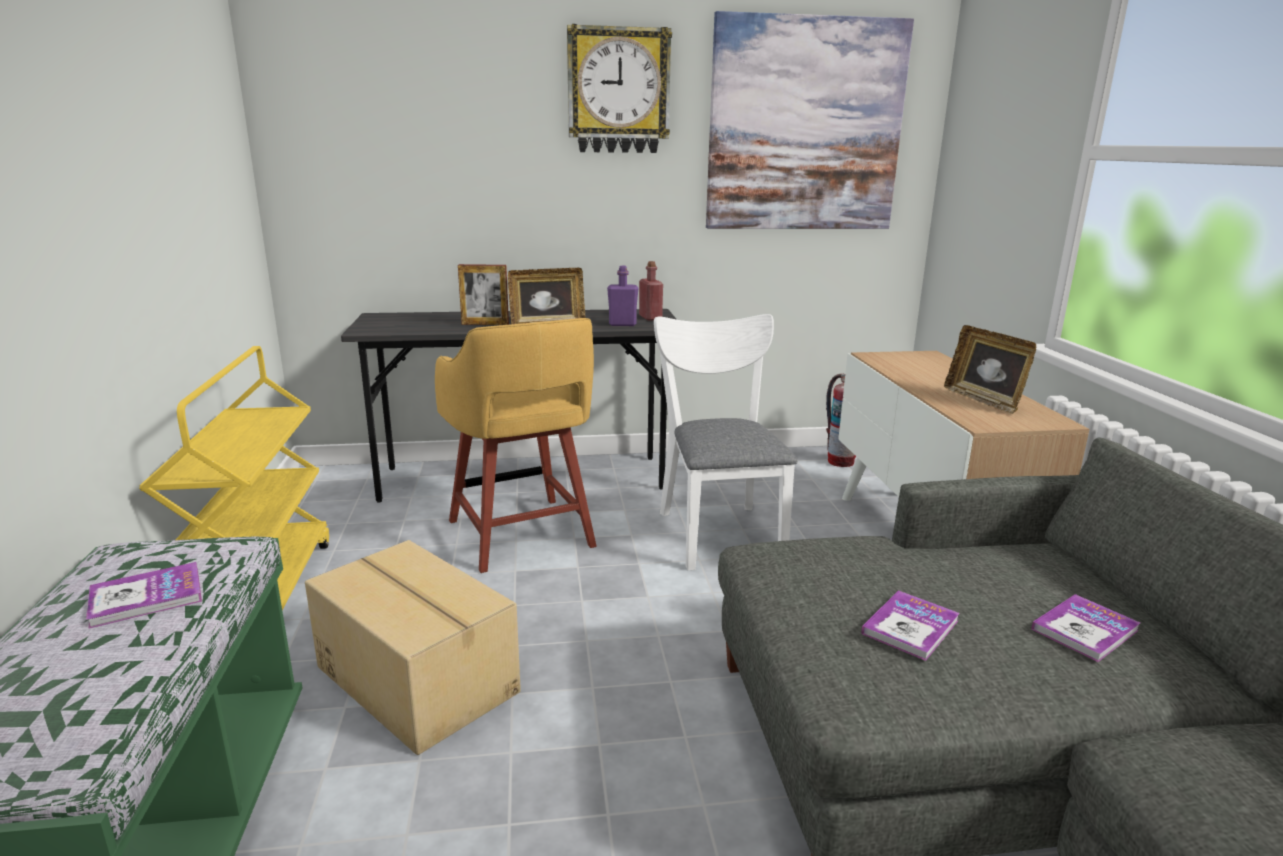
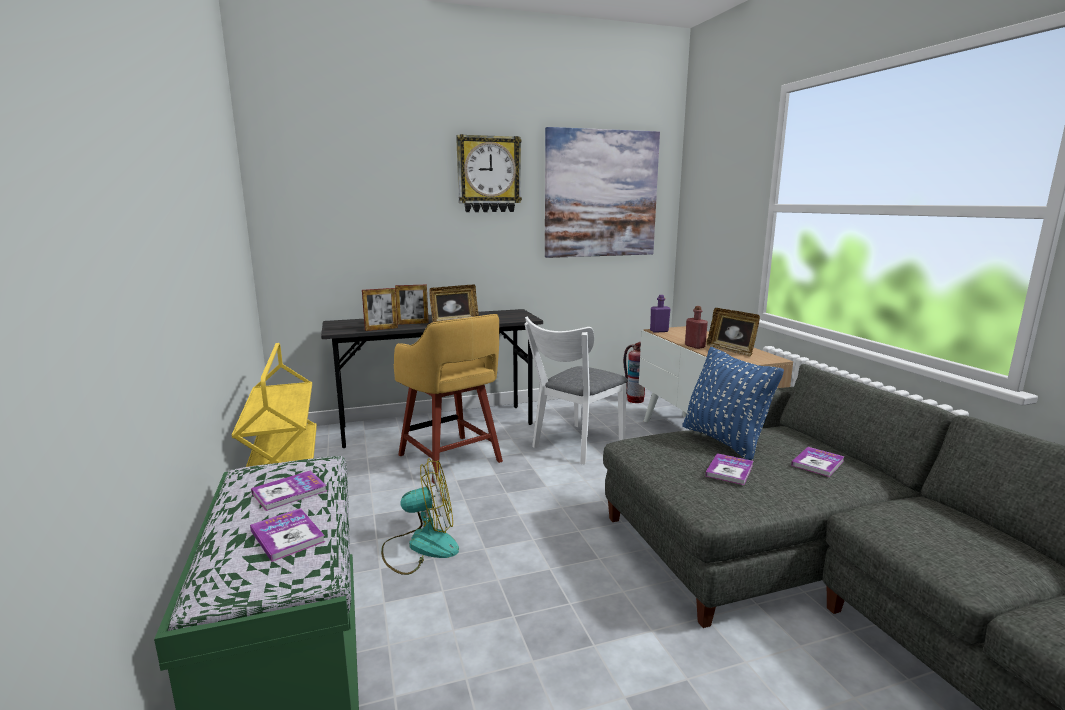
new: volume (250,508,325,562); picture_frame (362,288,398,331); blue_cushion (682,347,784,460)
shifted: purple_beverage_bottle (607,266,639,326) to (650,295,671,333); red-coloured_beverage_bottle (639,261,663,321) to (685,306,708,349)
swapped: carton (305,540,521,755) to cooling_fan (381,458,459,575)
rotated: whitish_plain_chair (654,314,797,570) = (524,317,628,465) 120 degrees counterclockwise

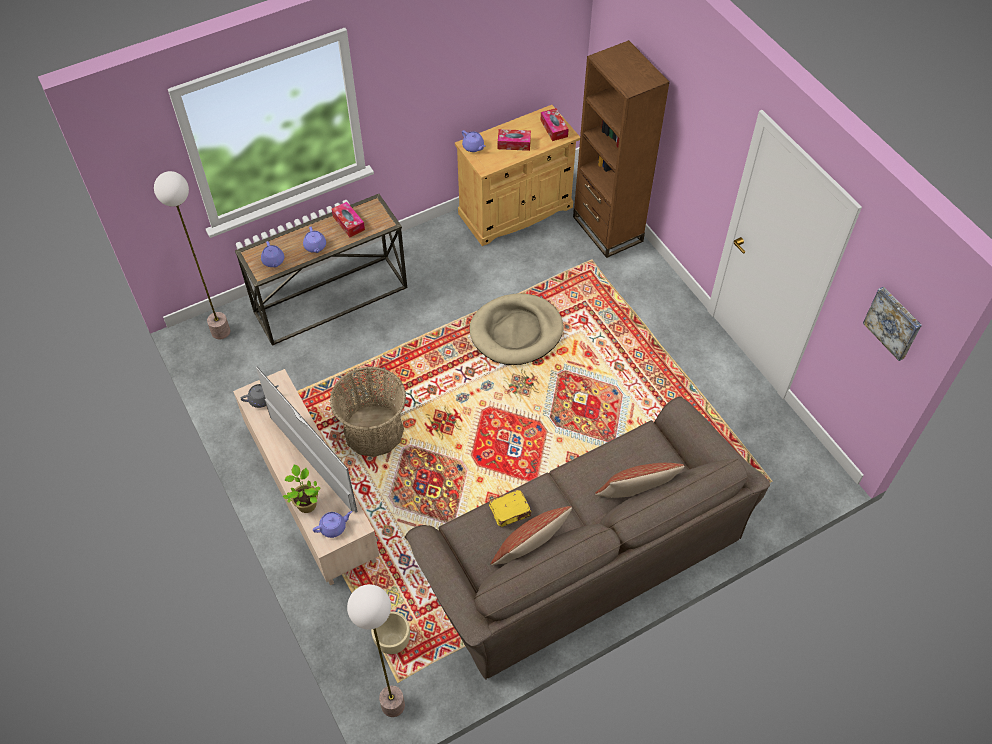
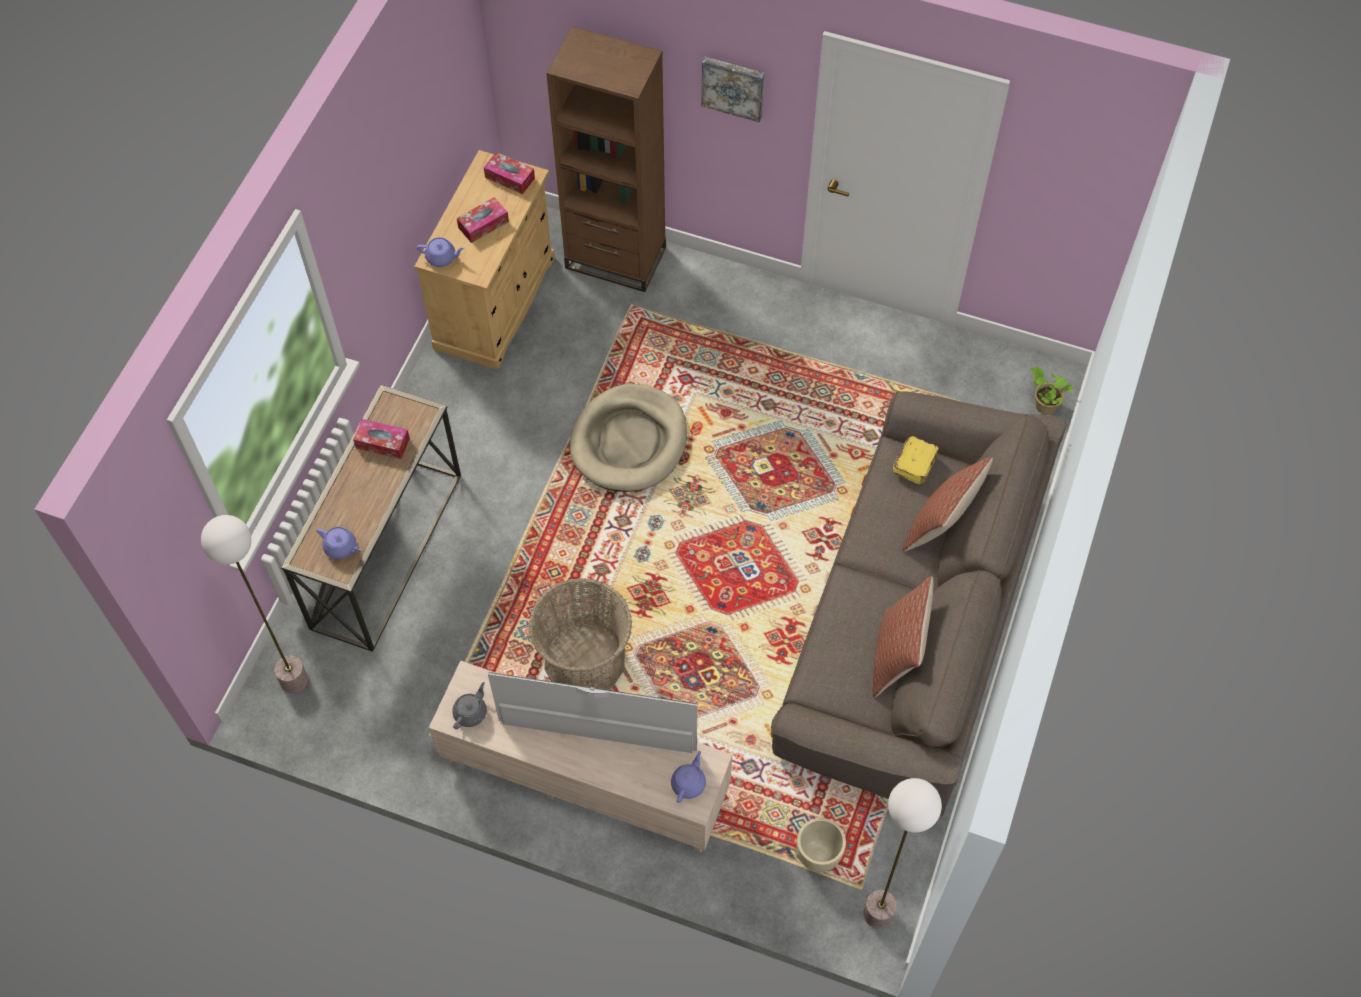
gone: purple_pot_for_tea (303,227,326,253)
shifted: picture (863,286,922,361) to (702,57,765,122); yellow_volume (489,490,531,527) to (893,436,939,484); potted_plant (283,464,321,513) to (1031,367,1074,415)

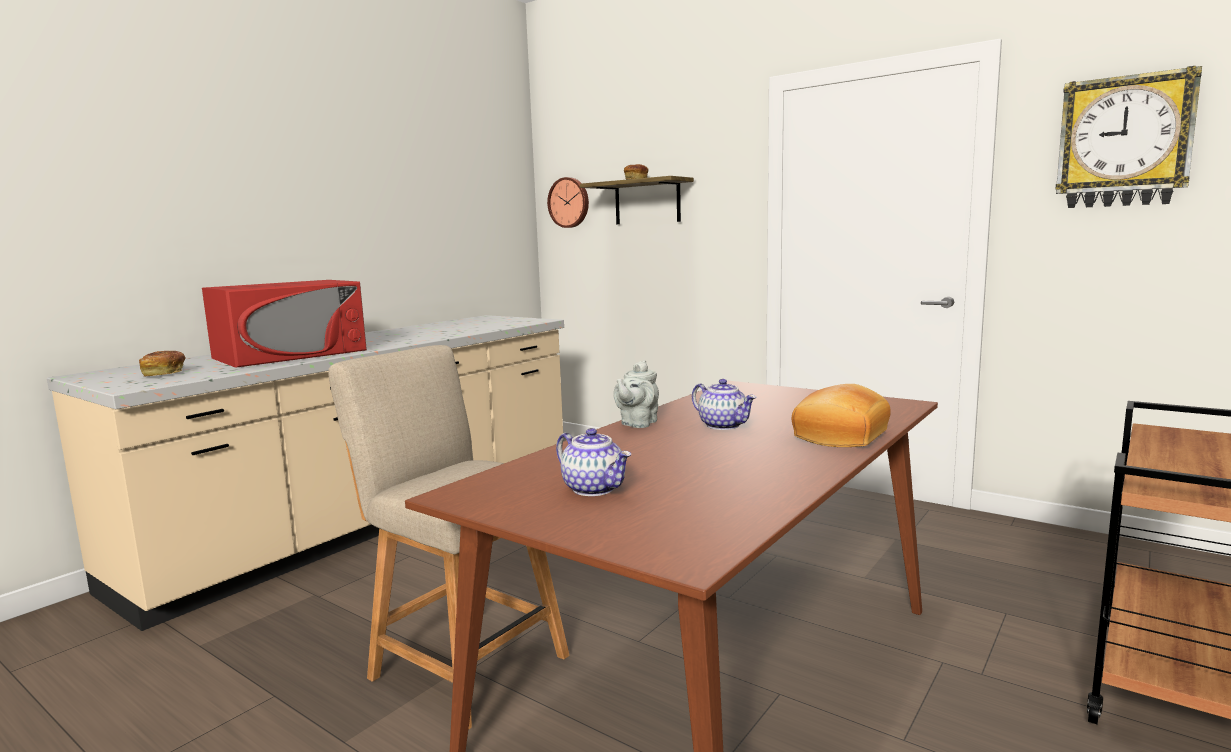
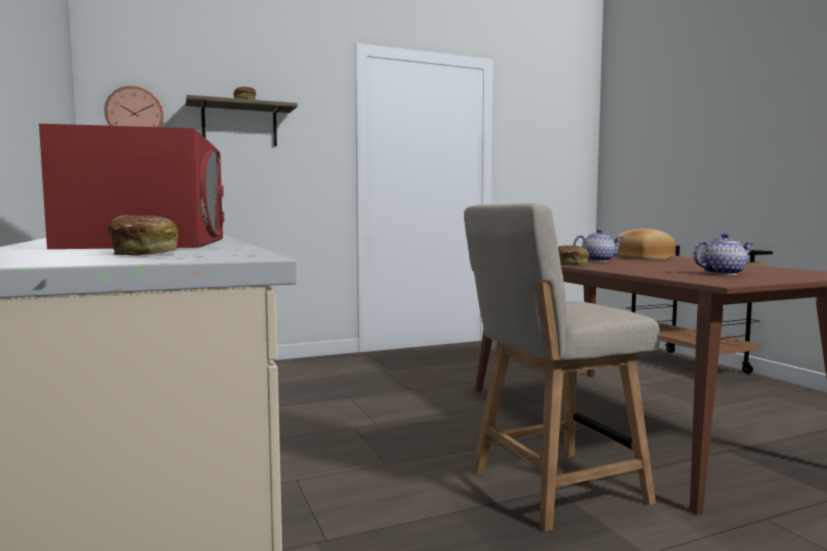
gone: hanging_clock (1055,66,1202,208)
swapped: greyish_pot_for_tea (614,360,659,428) to bread (558,245,589,266)

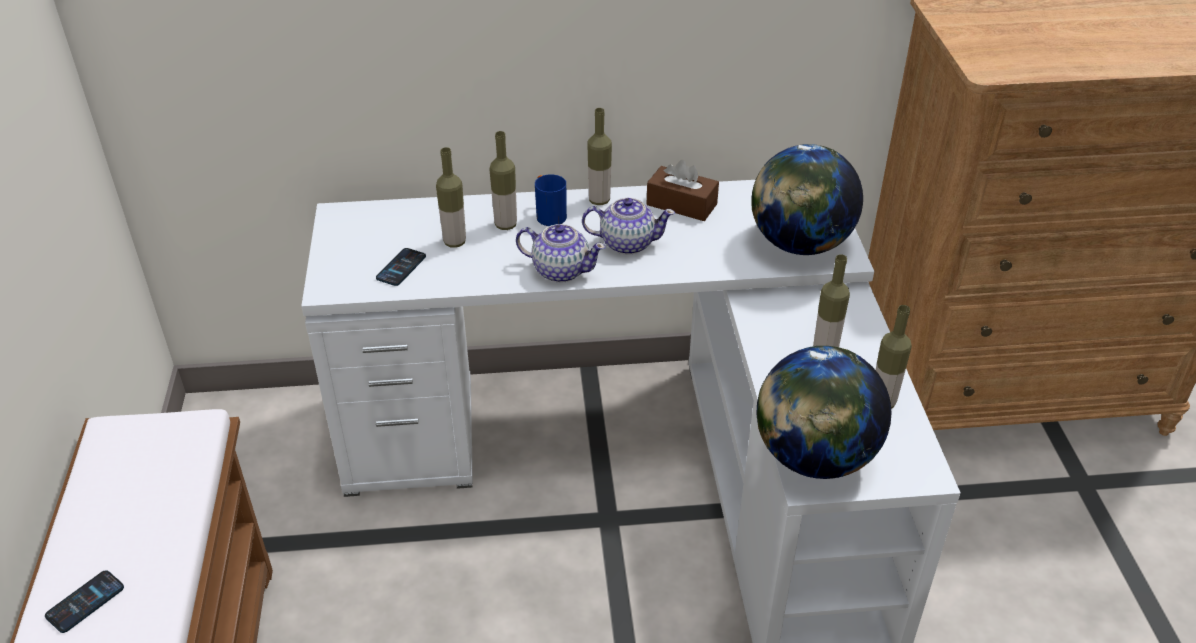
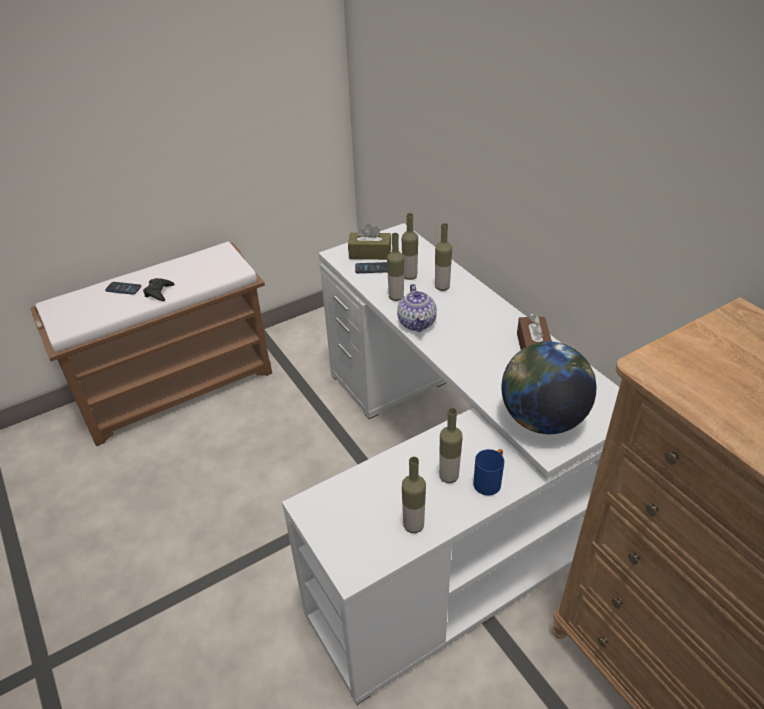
gone: pot_for_tea (582,198,675,255); world_globe (757,346,892,479)
new: black-coloured_game_controller (143,278,175,301); brown-coloured_tissue_holder (348,224,391,260)
shifted: beverage_bottle (587,108,612,205) to (387,233,404,301); blue_coffee_mug (535,174,567,226) to (474,449,504,496)

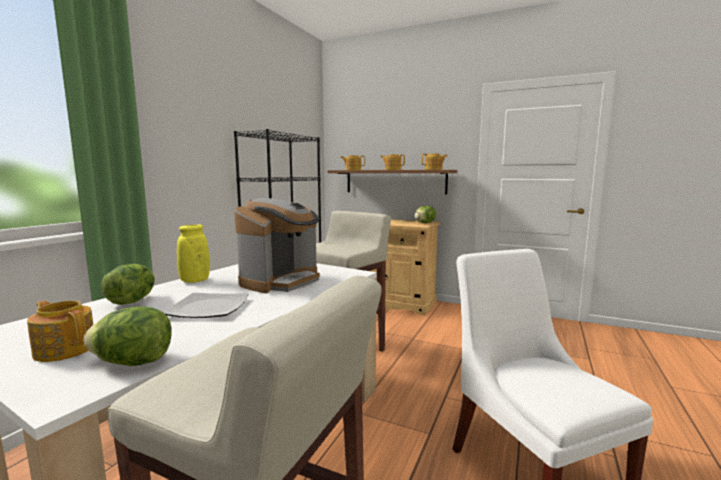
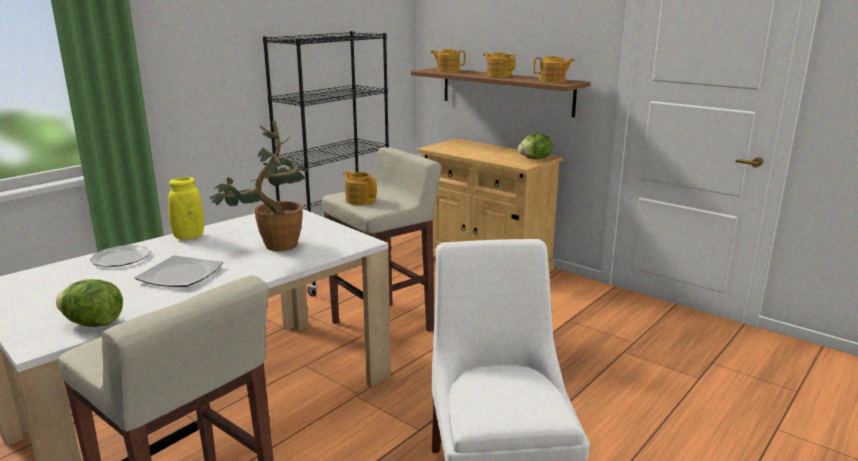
shifted: pot_for_tea (27,300,93,362) to (343,171,377,205)
swapped: lettuce_head (101,264,155,305) to plate (90,245,151,267); coffee_brewer (234,198,320,293) to potted_plant (209,121,309,251)

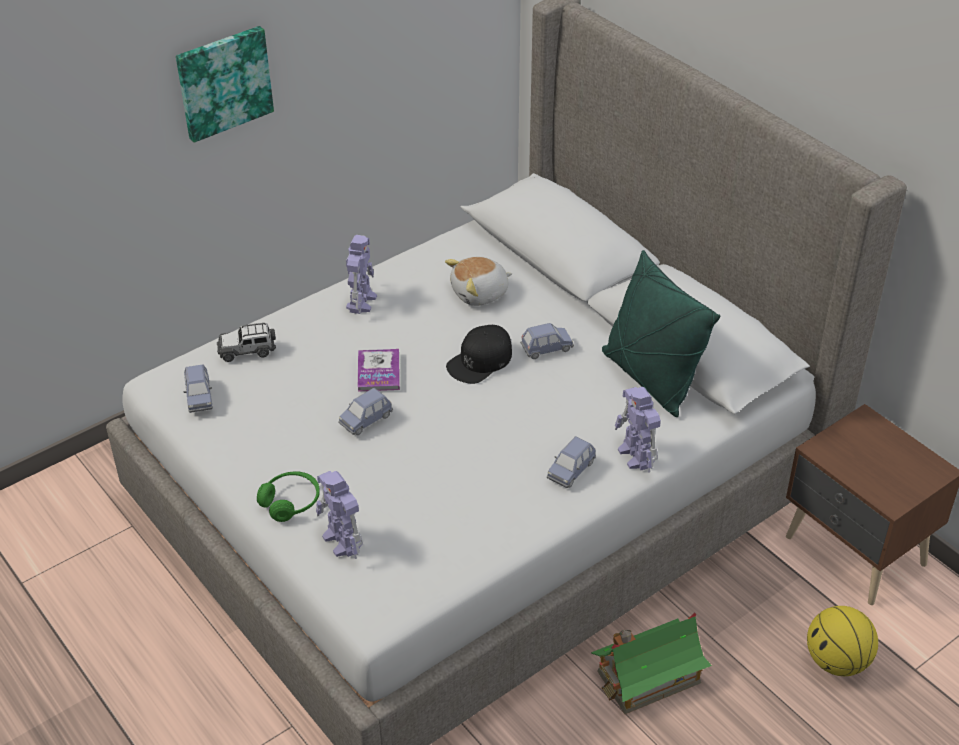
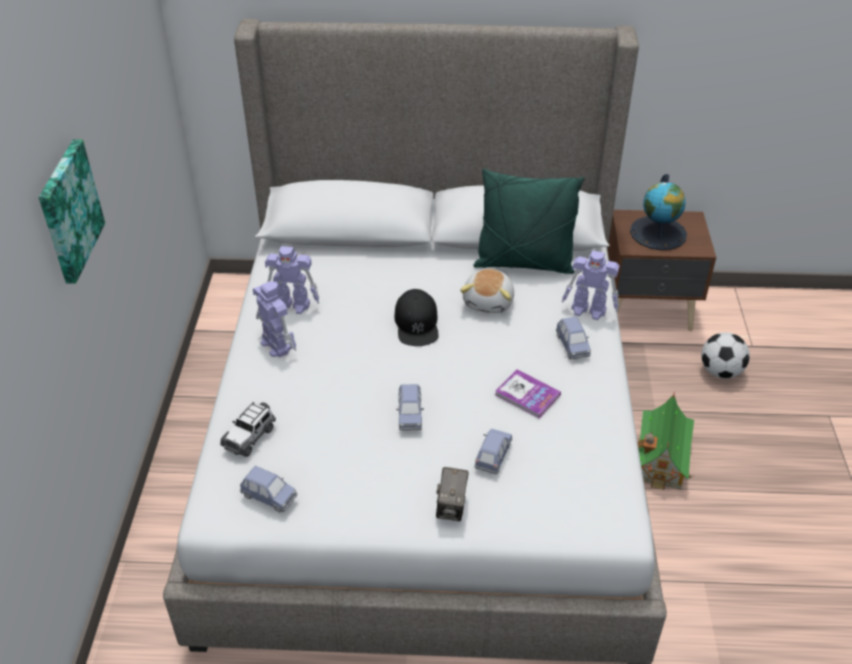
new: world_globe (630,174,687,250)
shifted: model_robot (316,471,363,559) to (265,246,319,314); plush_toy (445,257,512,306) to (460,269,514,313); blue_model_car (520,323,574,359) to (475,429,512,474); volume (358,349,400,391) to (495,369,561,418)
swapped: green-coloured_pair_of_headphones (257,471,320,522) to still_camera (436,467,469,521); ball_for_basketball (807,606,878,676) to football_ball (701,332,750,379)

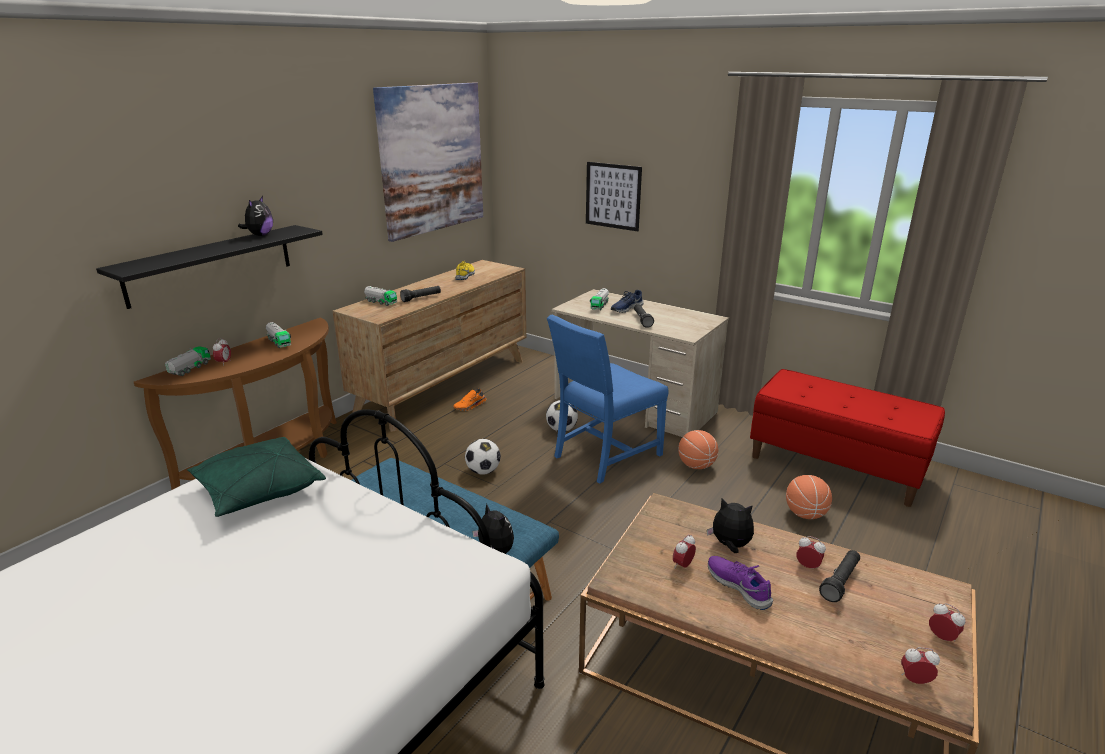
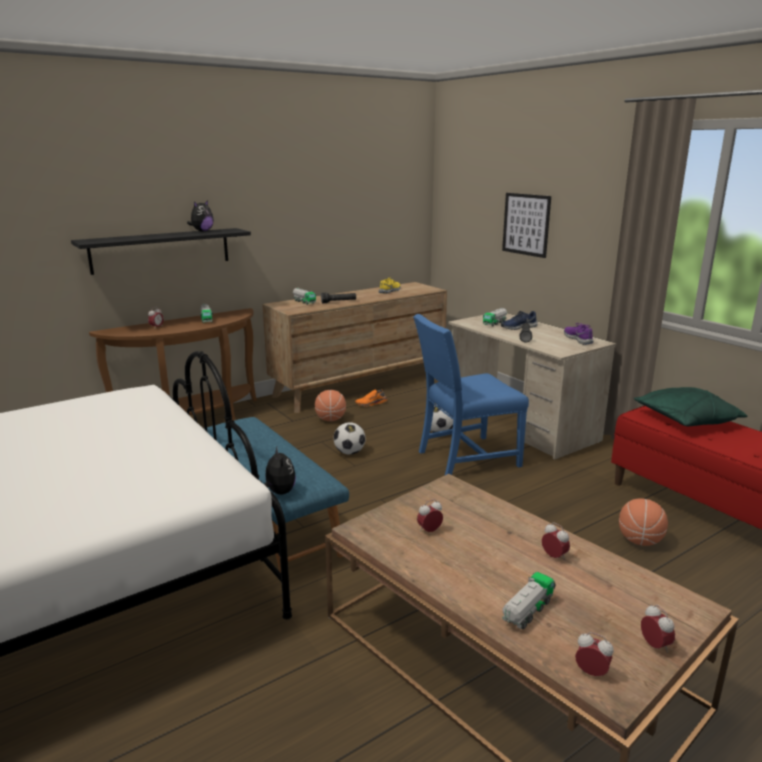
gone: picture (373,83,483,242); plush_toy (707,498,754,553); black-coloured_flashlight (819,550,860,602)
shifted: ball_for_basketball (678,430,718,469) to (315,390,346,421); toy_lorry (165,346,211,376) to (502,572,555,630); purple_shoe (708,556,773,610) to (564,323,593,345); green-coloured_cushion (187,437,326,517) to (633,387,747,426)

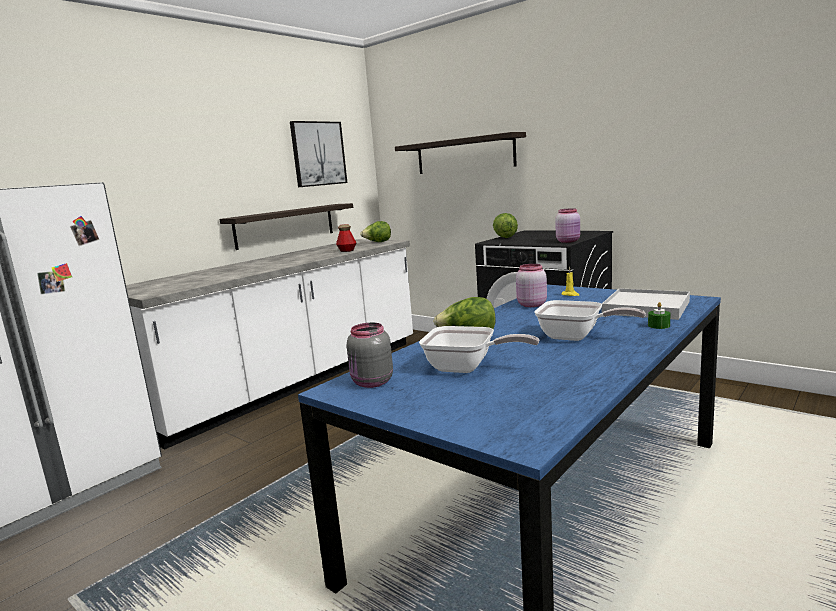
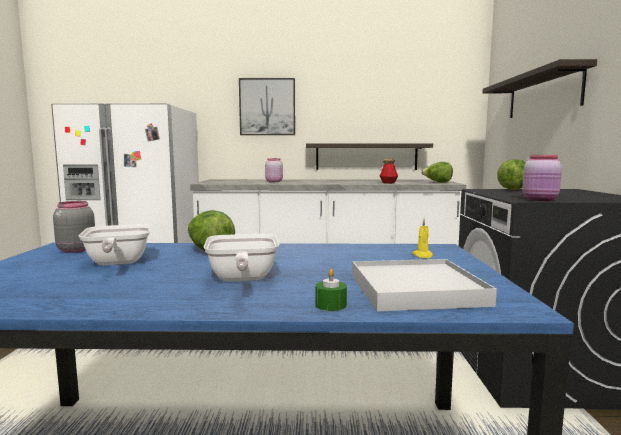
shifted: picture (290,121,347,187) to (239,78,295,135); pinkish_storage_jar (516,264,547,307) to (265,158,283,182)

